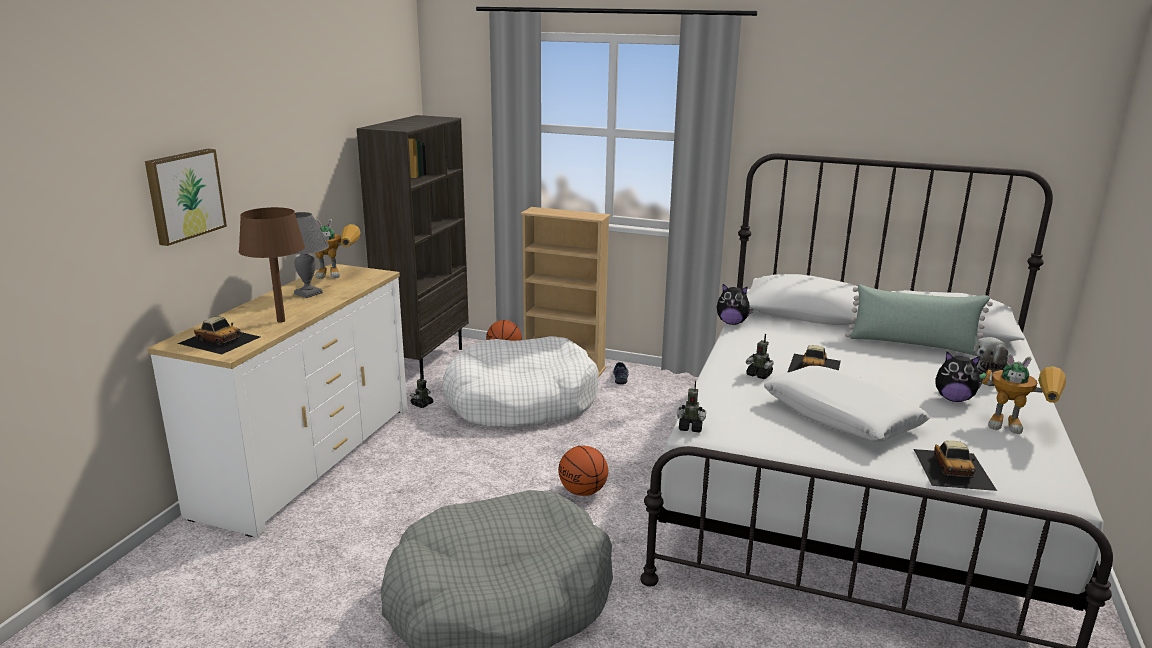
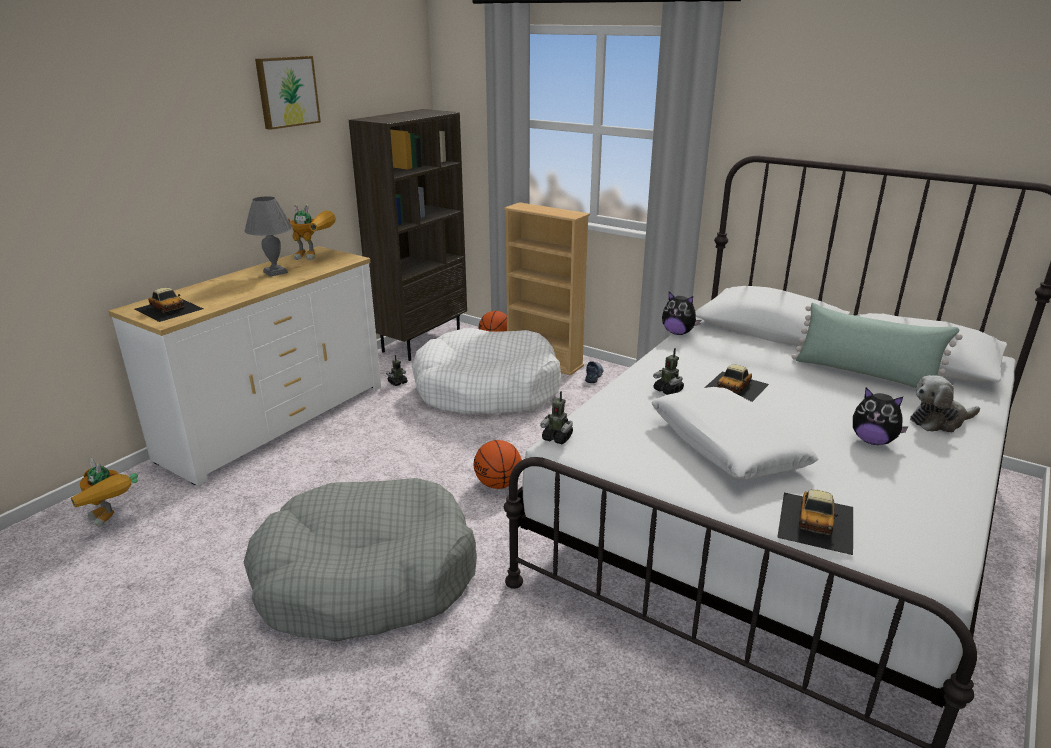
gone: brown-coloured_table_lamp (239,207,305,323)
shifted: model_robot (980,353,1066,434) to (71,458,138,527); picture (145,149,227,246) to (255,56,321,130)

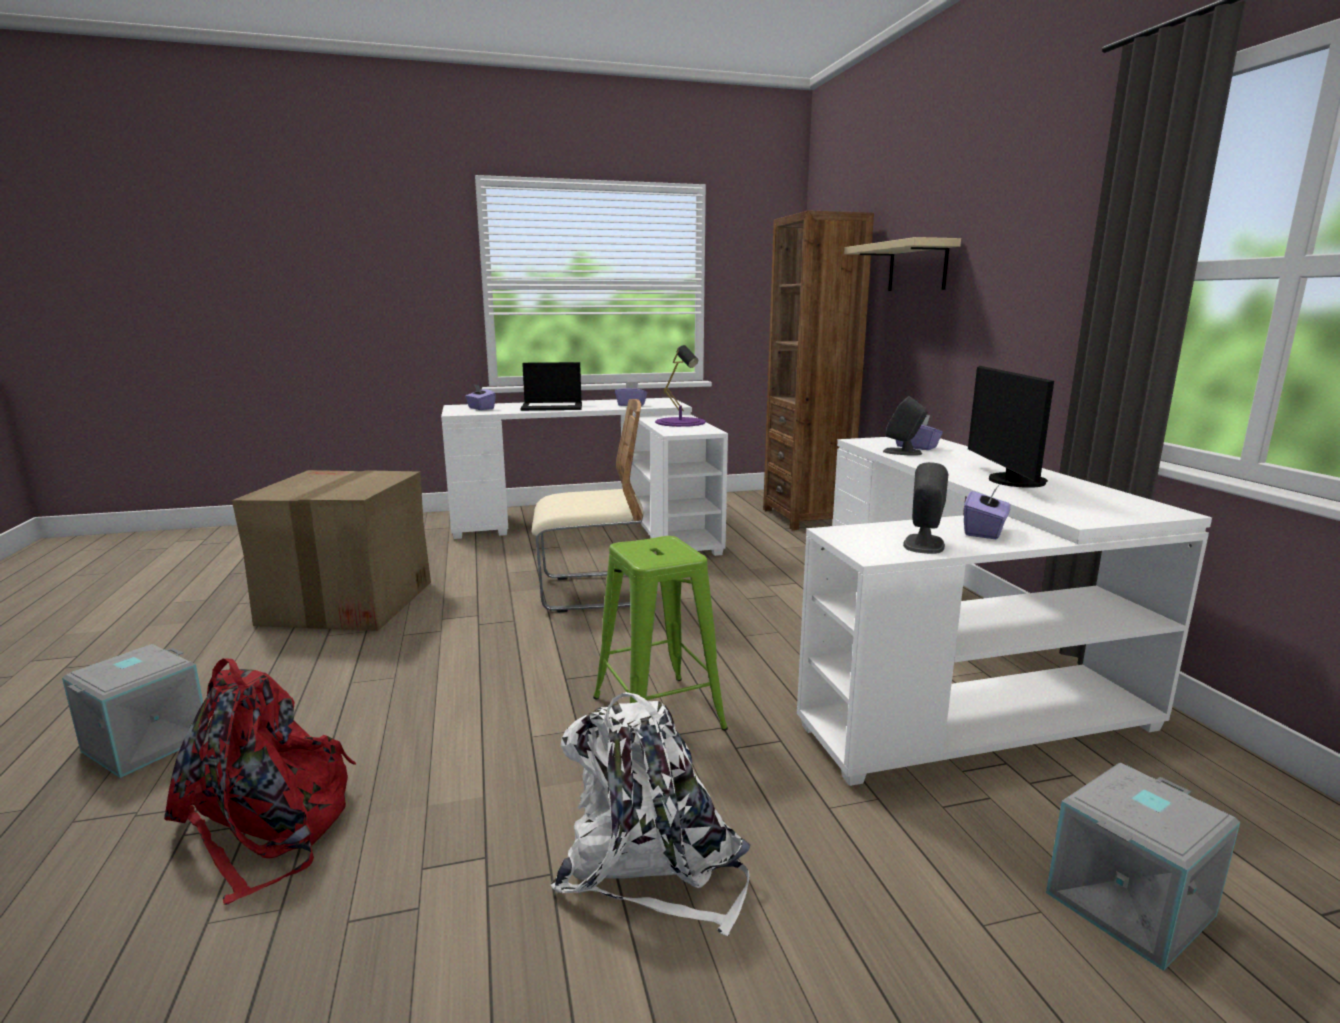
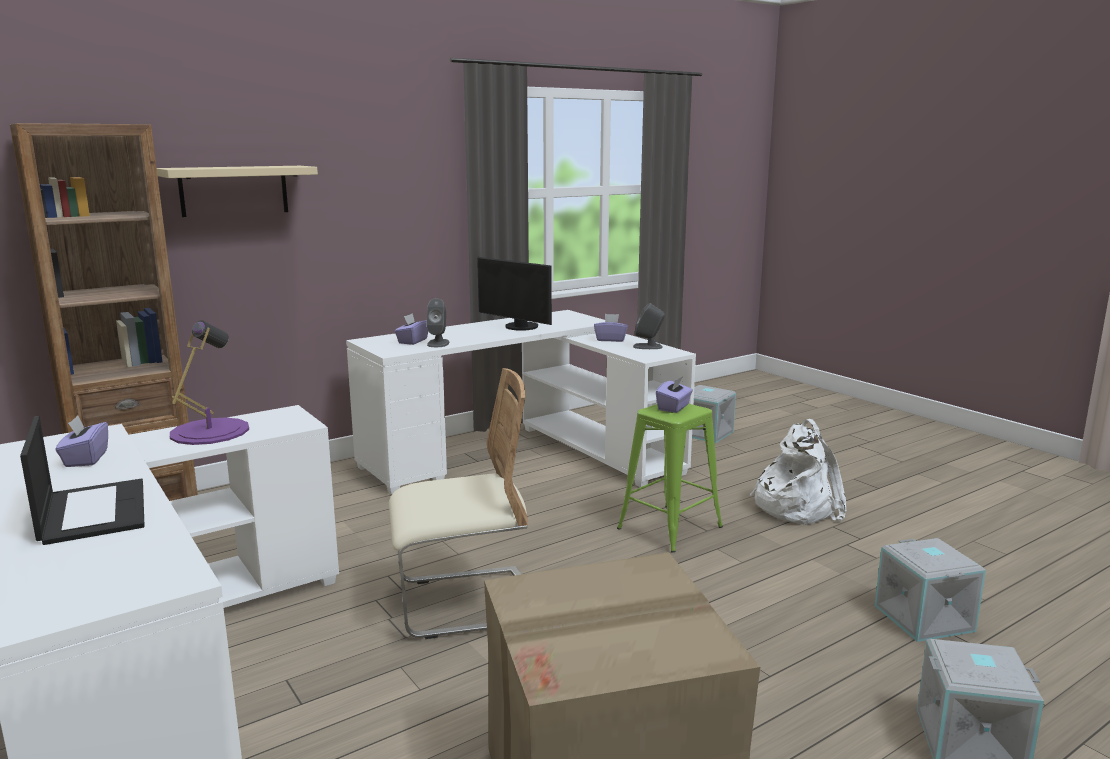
shifted: purple_tissue_holder (465,385,496,410) to (656,377,693,413)
swapped: red-coloured_backpack (164,658,356,905) to greyish_storage_box (875,538,986,642)
rotated: sand-coloured_plain_chair (531,399,643,612) = (389,368,528,639) 105 degrees clockwise; computer_screen (968,366,1054,488) = (477,257,552,331) 60 degrees clockwise

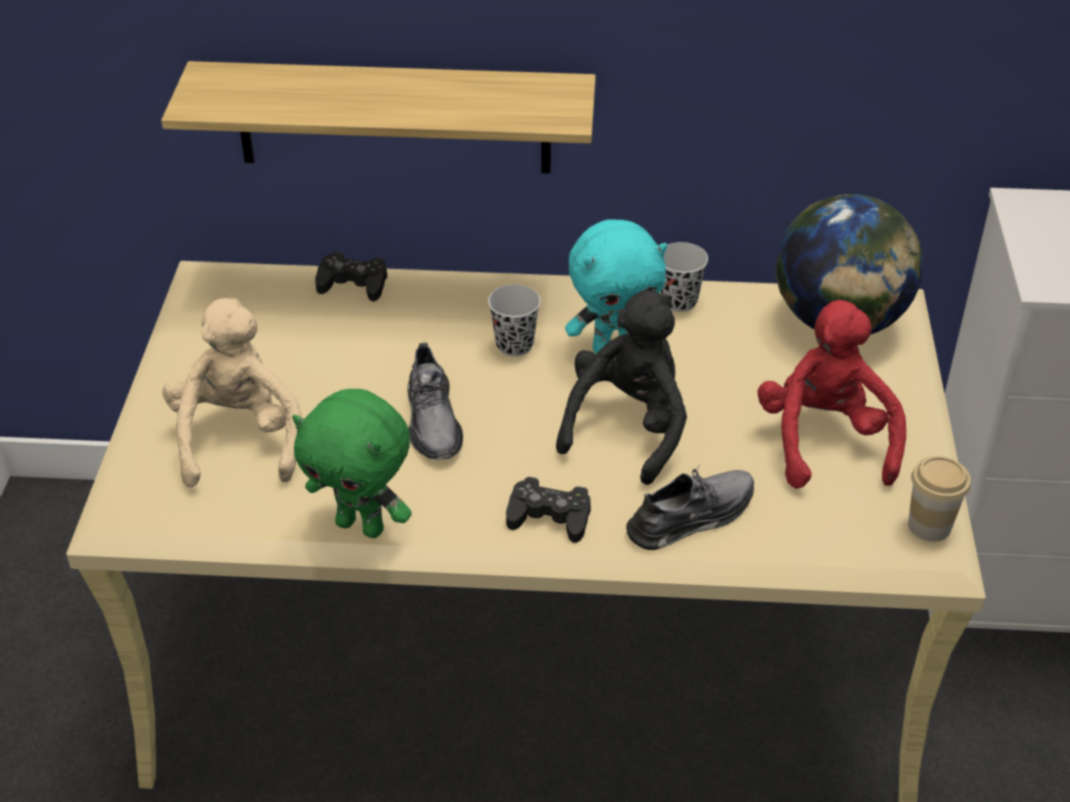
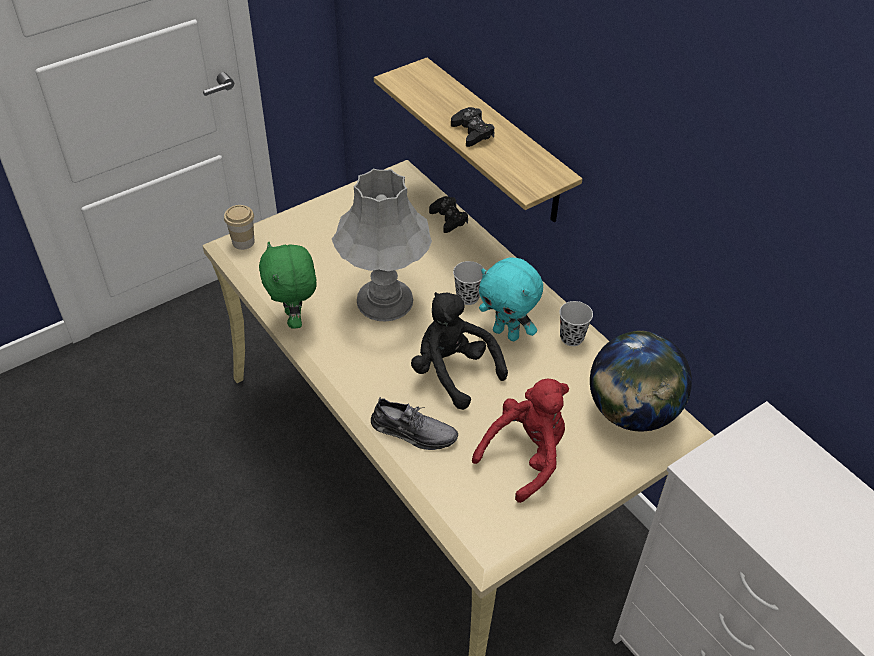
gone: sand-coloured_plush_toy (162,298,301,487)
shifted: cup (908,456,971,542) to (224,205,255,250); black-coloured_game_controller (506,477,591,543) to (451,107,495,147)
swapped: greyish_shoe (407,343,463,460) to greyish_table_lamp (332,169,432,322)
rotated: black-coloured_plush_toy (556,290,687,485) = (411,292,508,410) 120 degrees counterclockwise

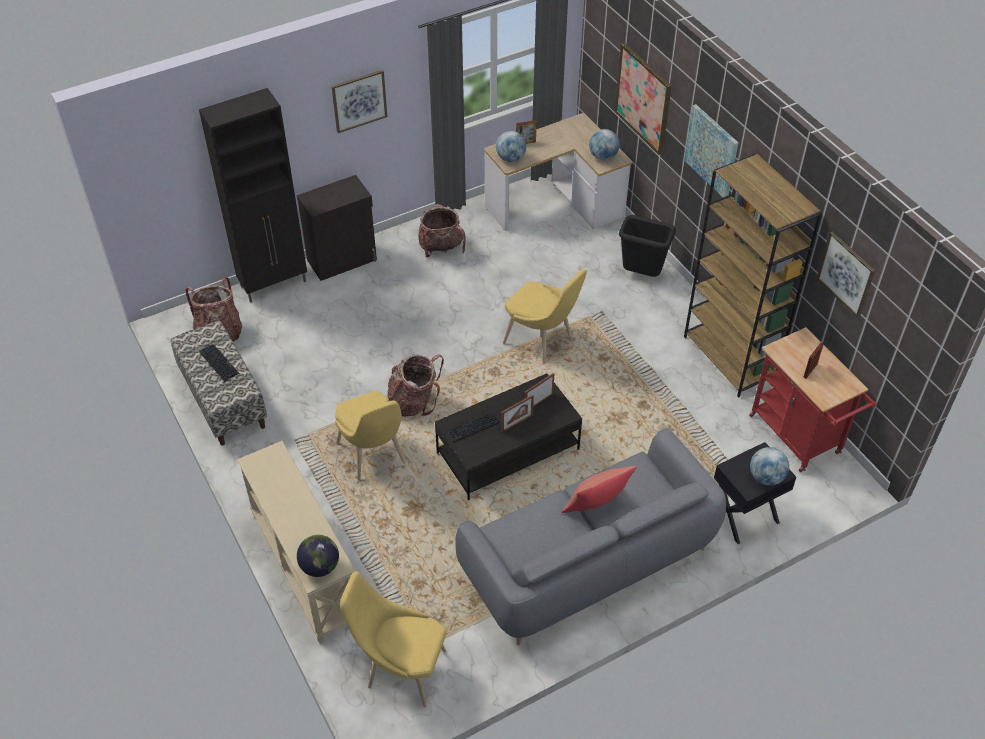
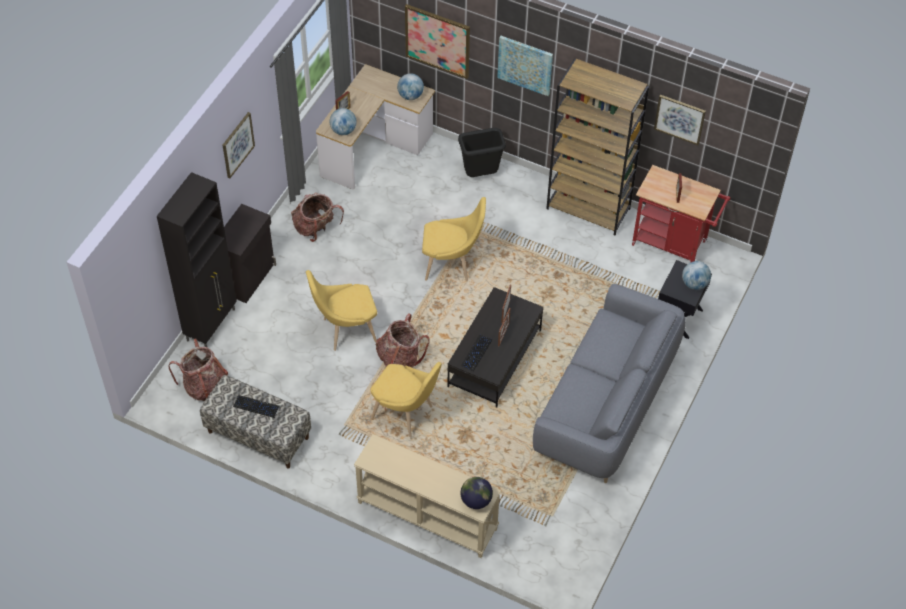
gone: red-coloured_cushion (561,466,637,513)
shifted: yellow_plain_chair (340,571,446,708) to (306,270,377,351)

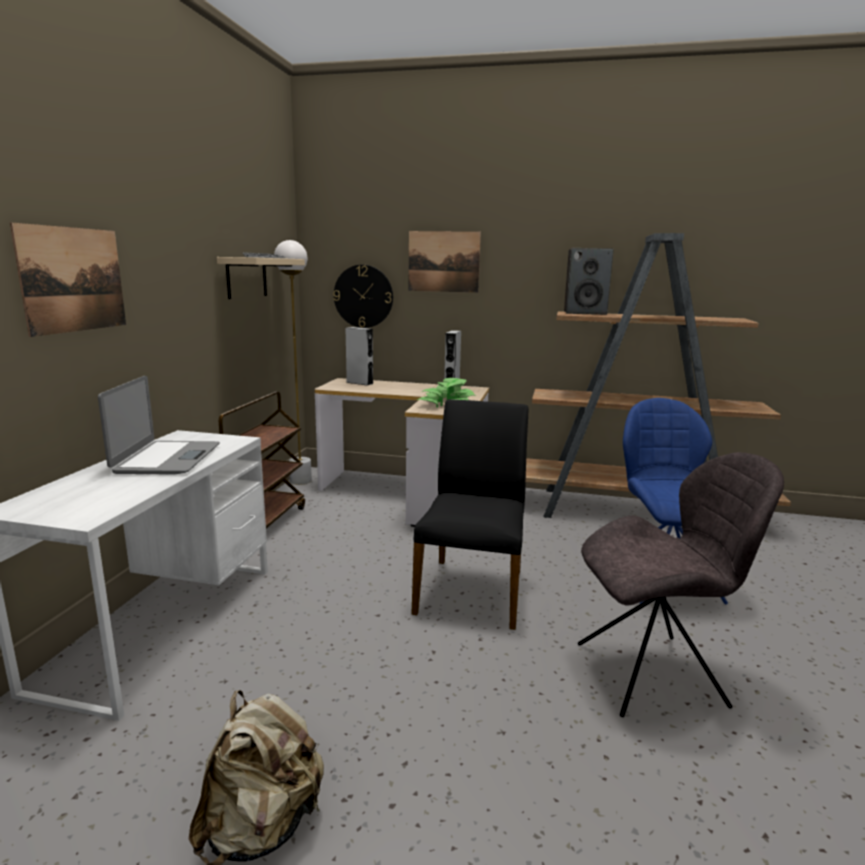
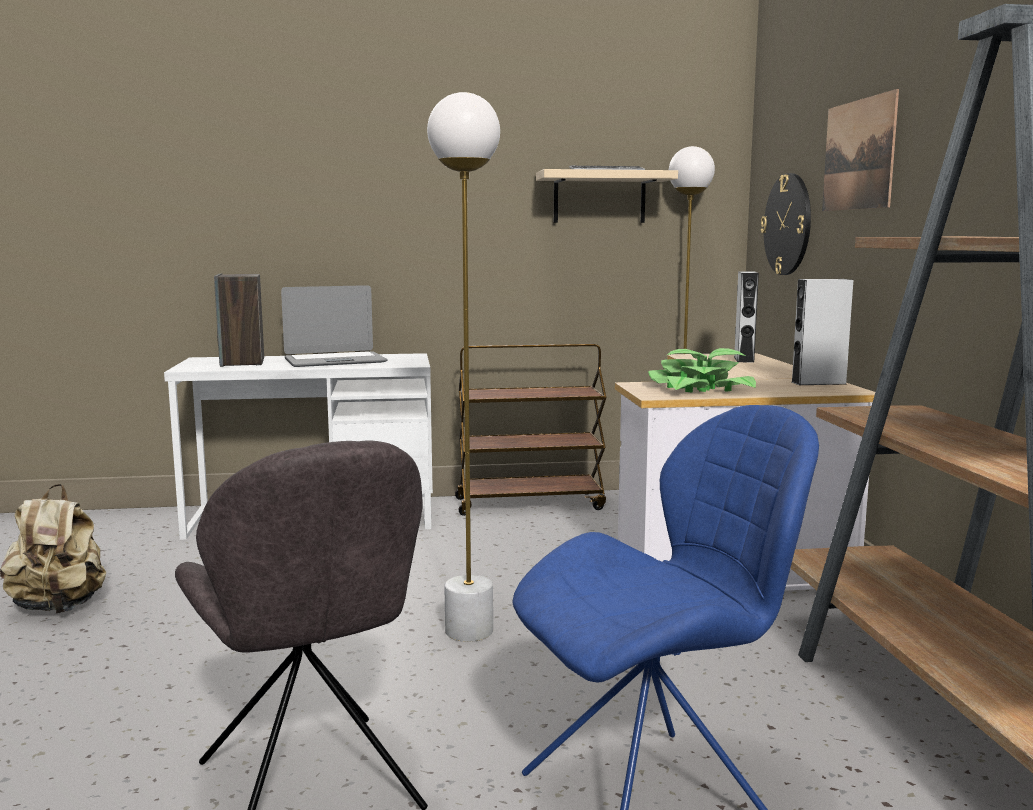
gone: picture (10,223,126,337)
shifted: audio_speaker (564,248,613,315) to (214,274,264,367)
swapped: black-coloured_plain_chair (411,399,528,630) to whitish_standing_lamp (427,92,500,642)

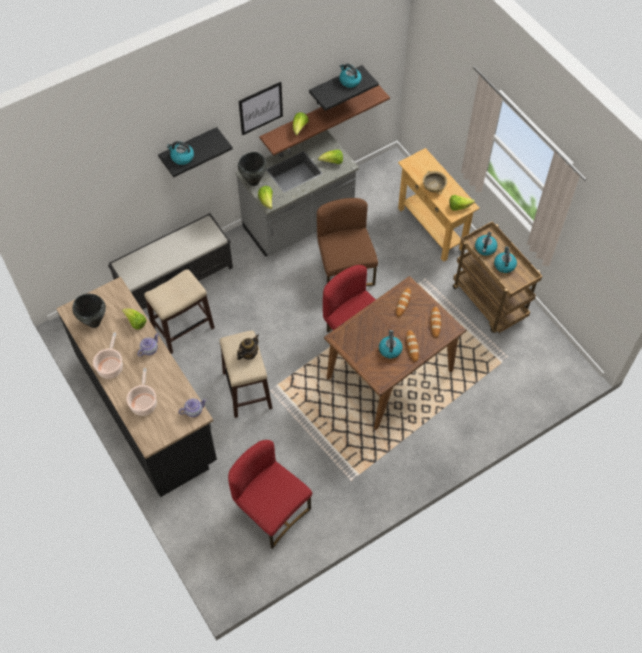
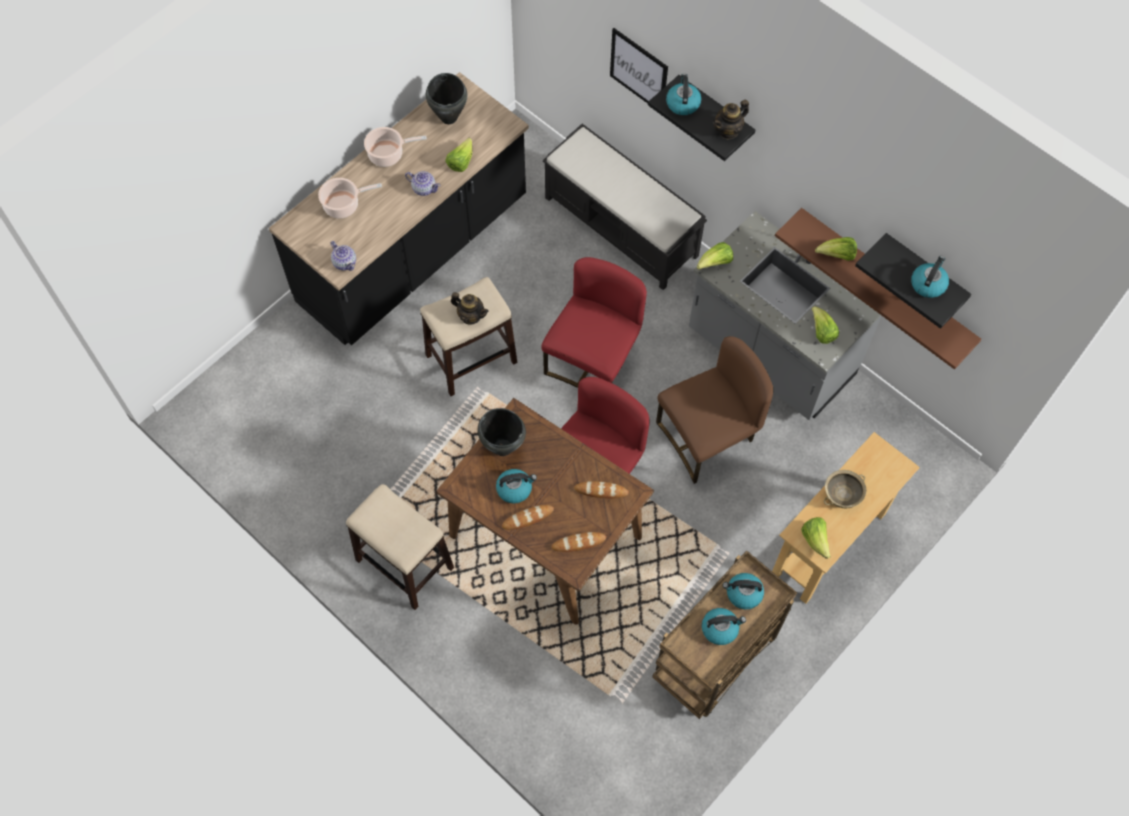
new: pot_for_tea (713,100,749,140)
shifted: sitting_stool (144,269,215,354) to (346,484,454,610); black-coloured_saucepot (238,152,267,186) to (478,408,526,456); red-coloured_plain_chair (228,440,312,549) to (541,257,647,388); picture (239,82,283,136) to (610,28,668,103)

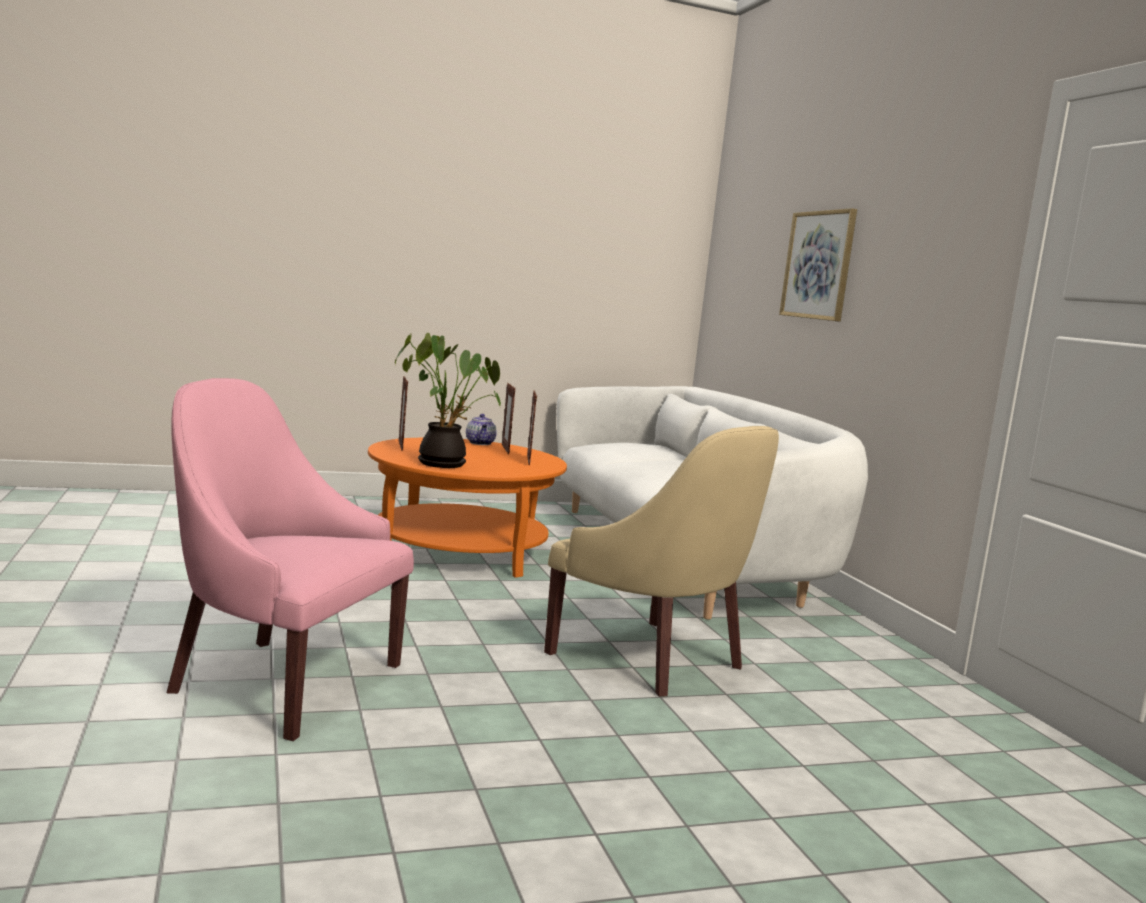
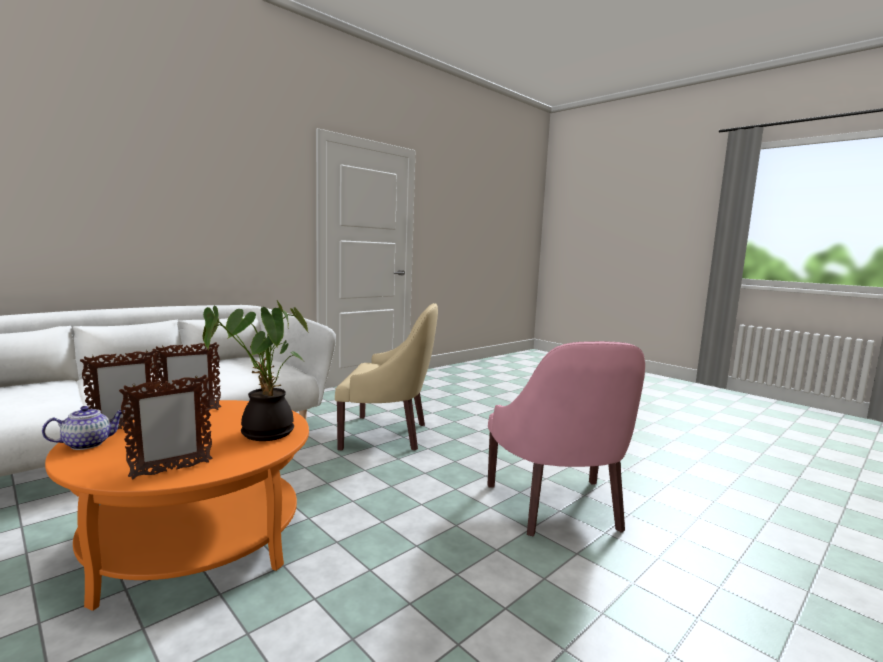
gone: picture (779,208,857,322)
rotated: sand-coloured_easy_chair (544,426,779,696) = (335,303,438,451) 75 degrees clockwise

